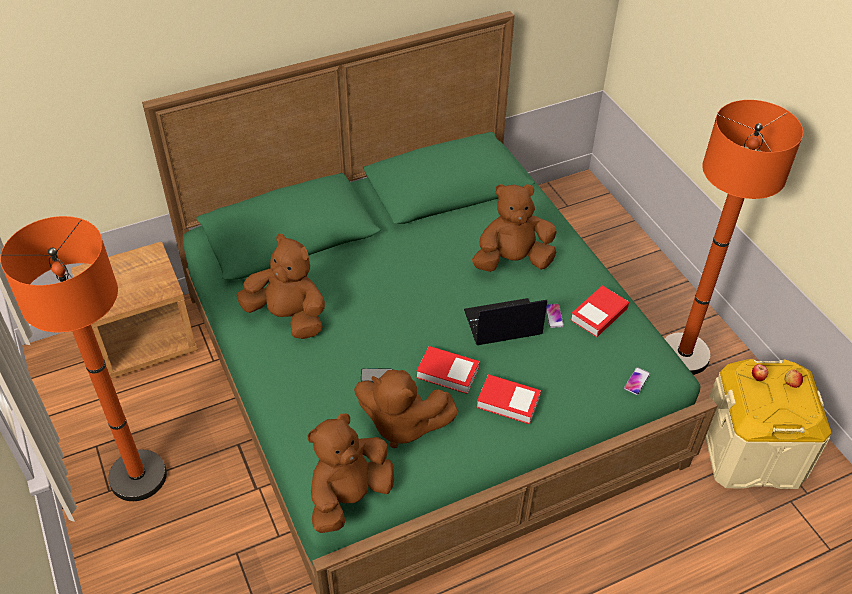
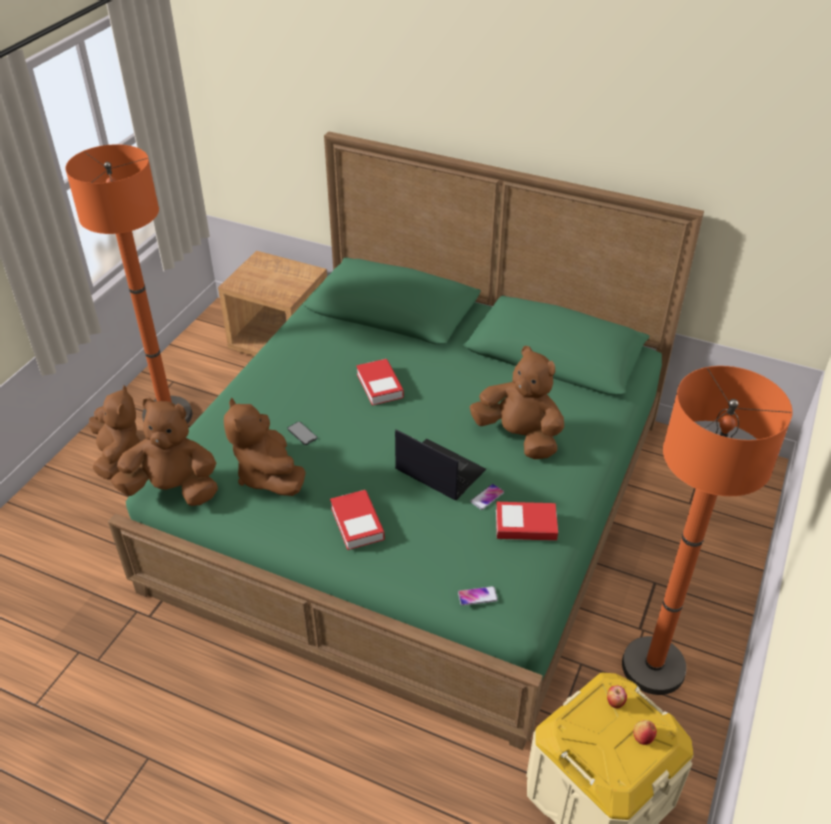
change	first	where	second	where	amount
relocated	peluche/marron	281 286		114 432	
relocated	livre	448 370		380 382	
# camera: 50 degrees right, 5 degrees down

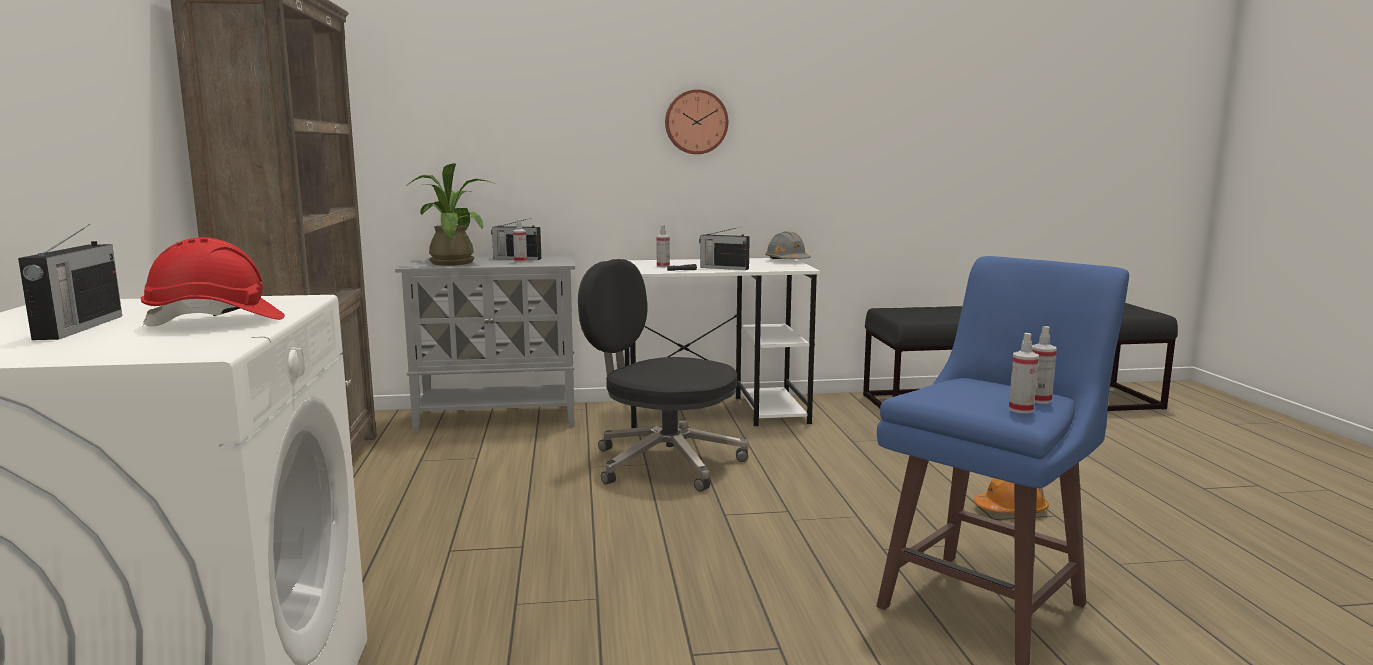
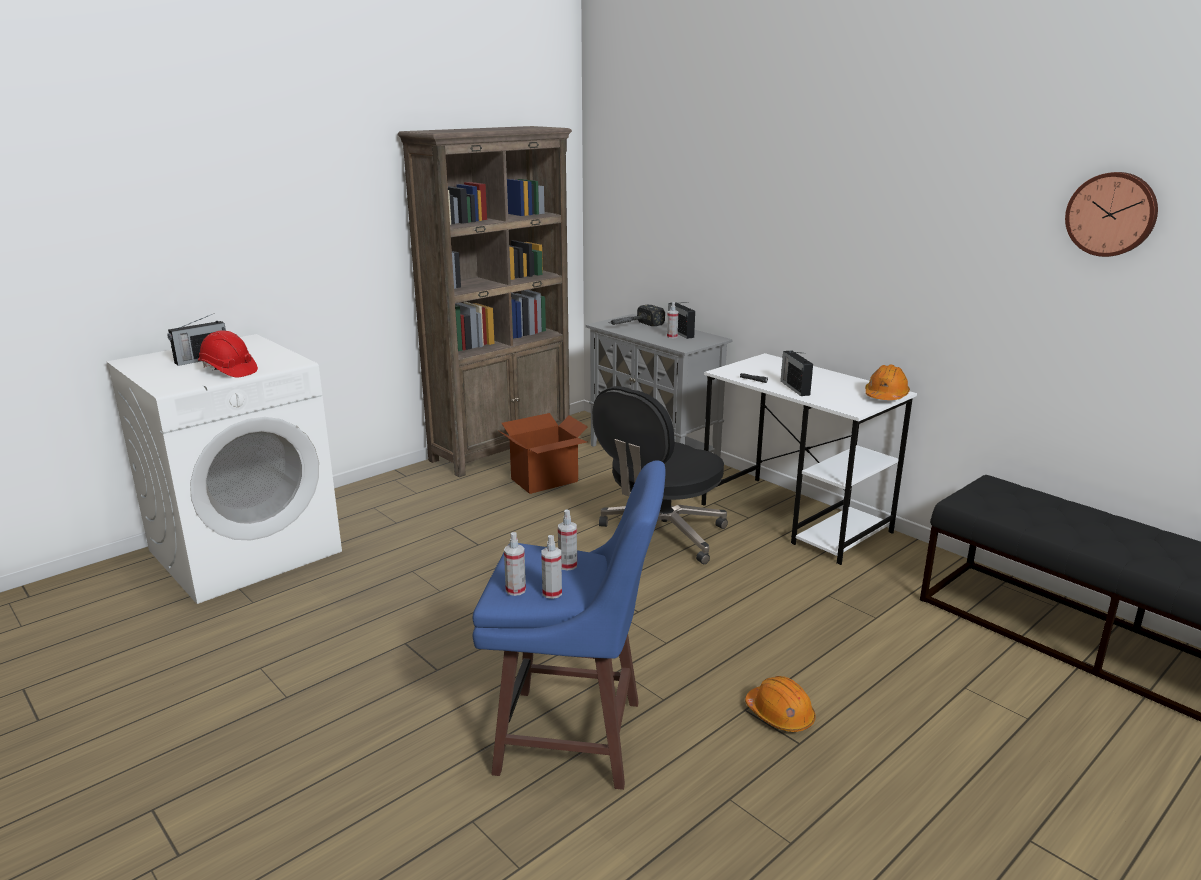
change	first	where	second	where	amount
appeared			carton	543 453	
relocated	vaporisateur	663 246		567 540	
spun	chaise de bureau/noir	663 375		660 475	135 degrees counterclockwise
exchanged	plante en pot	451 214	marteau	636 315	
colour	casque de chantier/gris	788 245	casque de chantier/orange	887 382	
relocated	horloge murale	696 121		1111 214	
# camera: 55 degrees right, 10 degrees up

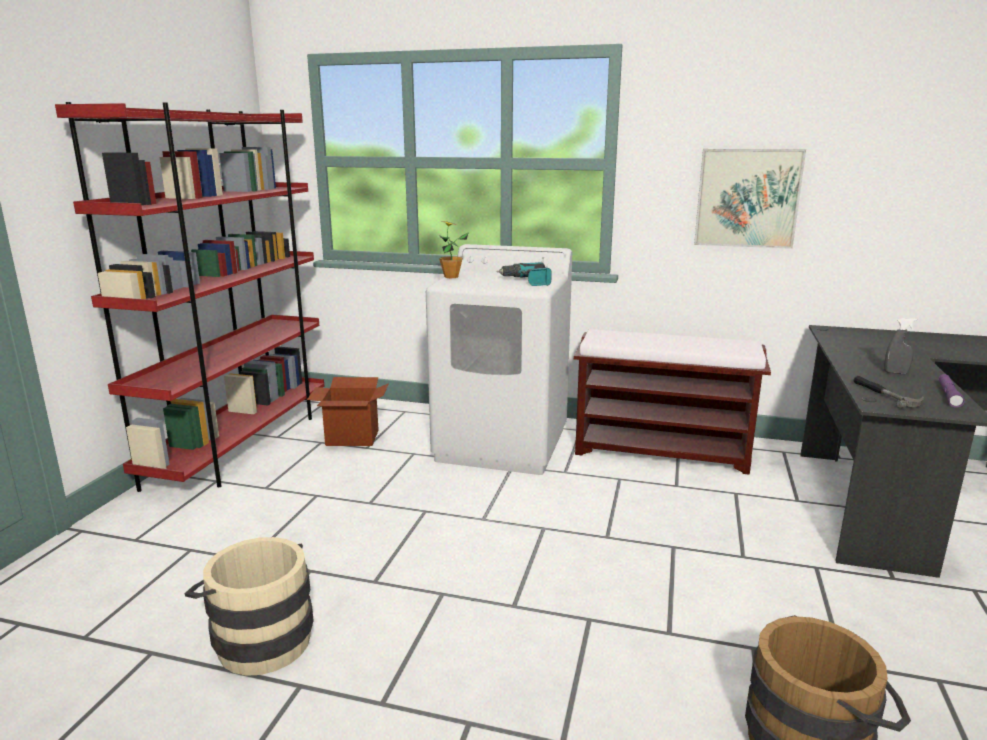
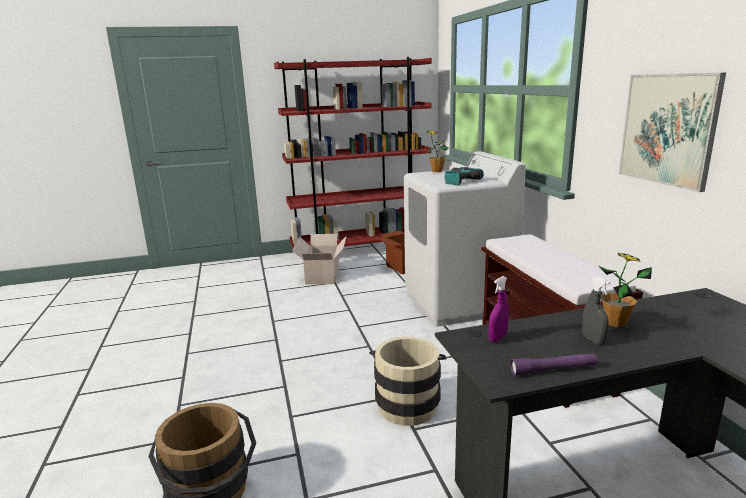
change	first	where	second	where	amount
appeared			carton	319 259	
relocated	seau/beige	249 606		408 381	
exchanged	marteau	889 392	vaporisateur/violet	499 309	
appeared			plante en pot	625 290	
# camera: 60 degrees right, 0 degrees up

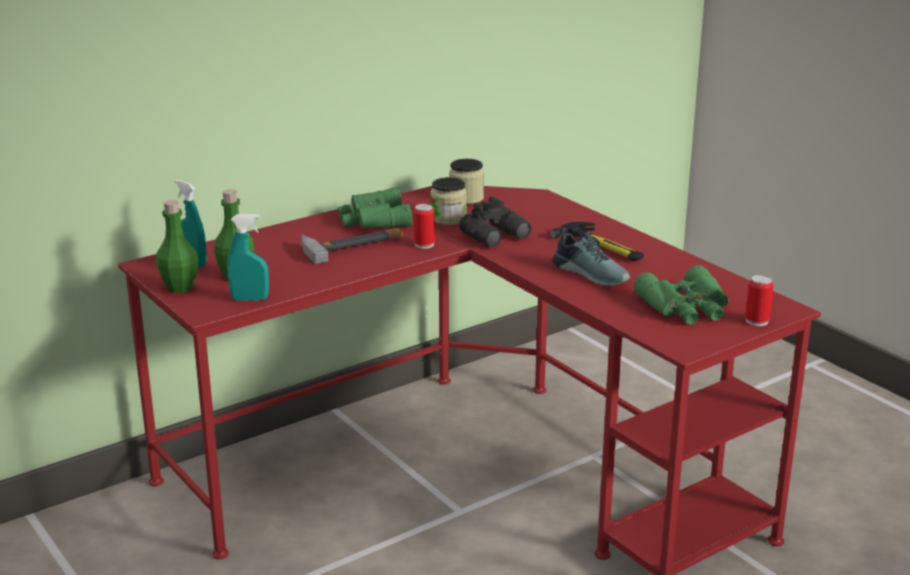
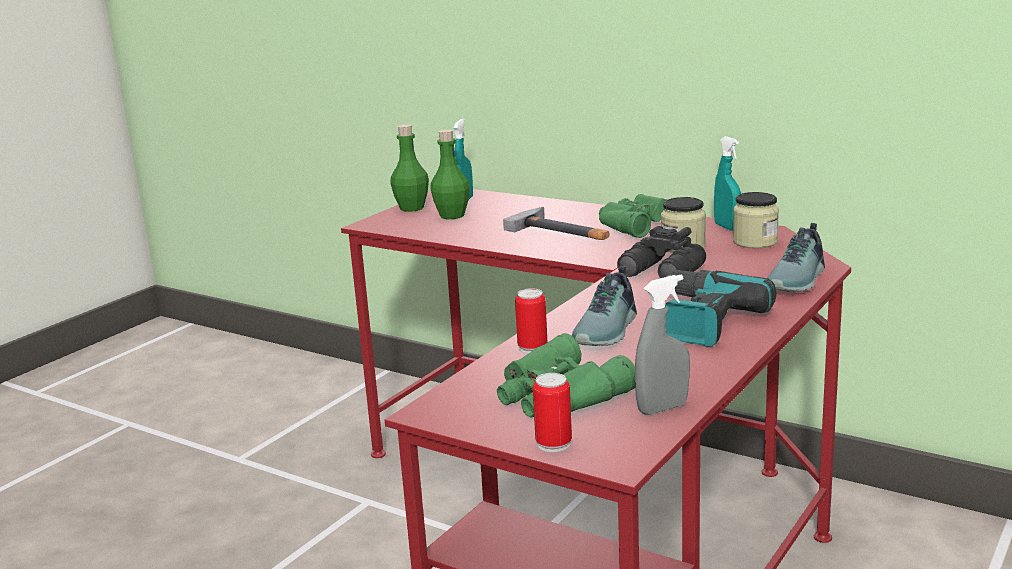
change	first	where	second	where	amount
relocated	boîte métallique	424 226		531 321	
appeared			vaporisateur/gris	662 345	
exchanged	marteau	597 241	perceuse	720 308	
relocated	vaporisateur/turquoise	248 257		727 183	
appeared			chaussure	796 257	
# camera: 70 degrees right, 5 degrees down

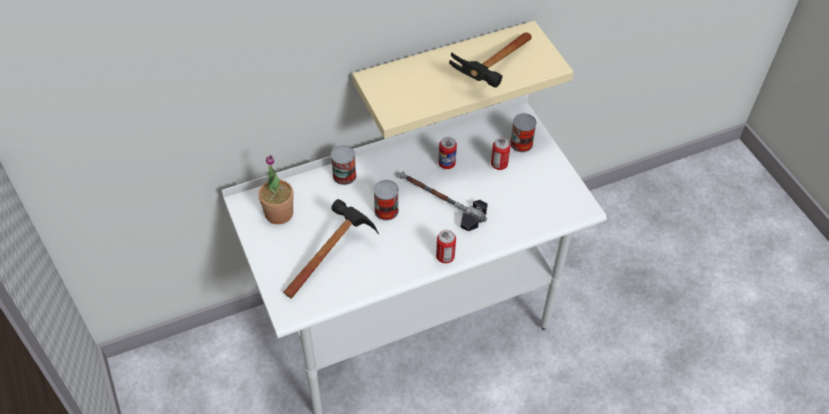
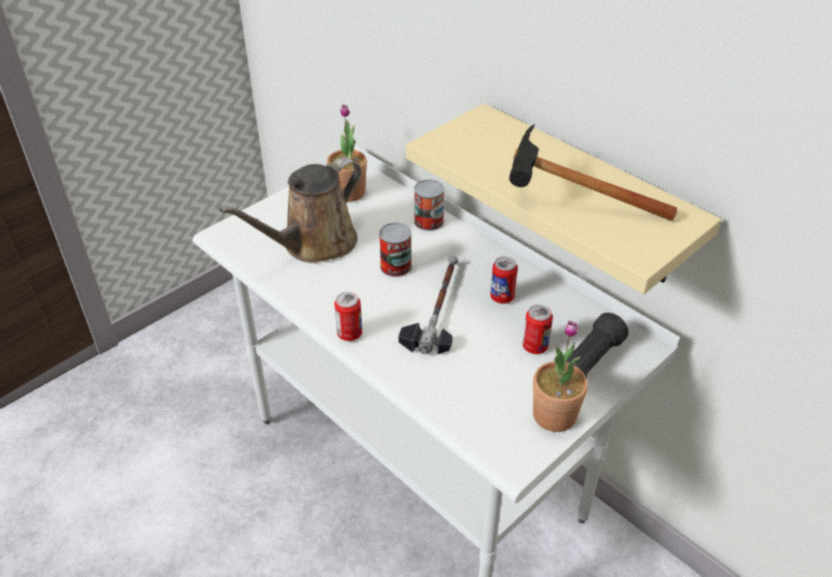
change	first	where	second	where	amount
exchanged	marteau	331 249	arrosoir/marron	290 210	
appeared			plante en pot	560 376	
exchanged	boîte métallique	523 132	lampe de poche/noir	598 345	
# camera: 70 degrees right, 10 degrees down

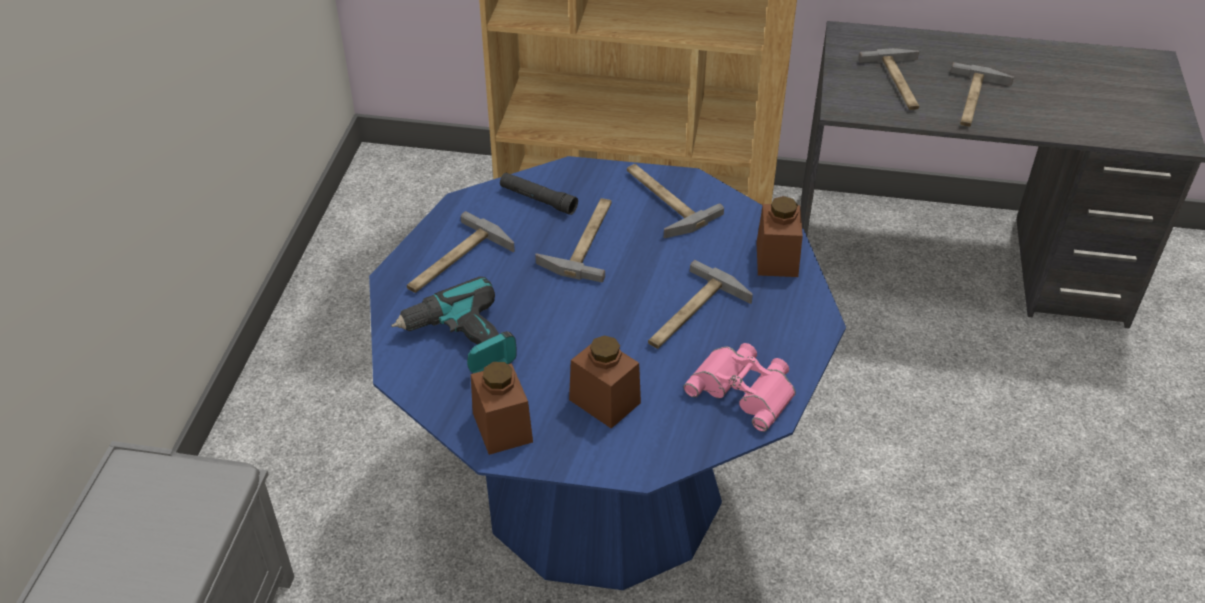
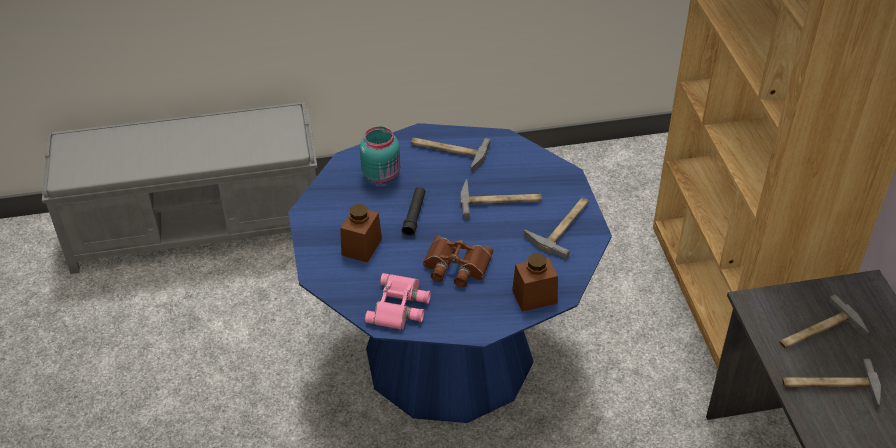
change	first	where	second	where	amount
exchanged	perceuse	454 324	bocal/turquoise	380 155	
relocated	lampe de poche/noir	539 194		413 212	
exchanged	marteau	700 304	jumelles/marron	458 261	
missing	bocal/marron	502 408			
# camera: 70 degrees right, 0 degrees up

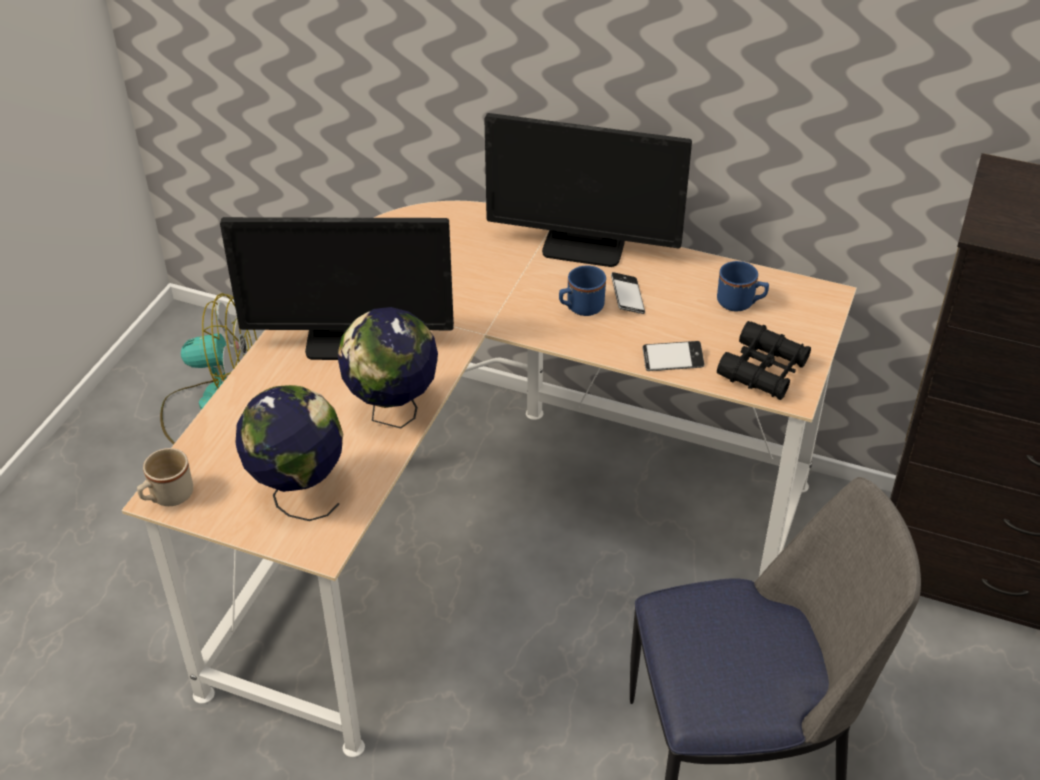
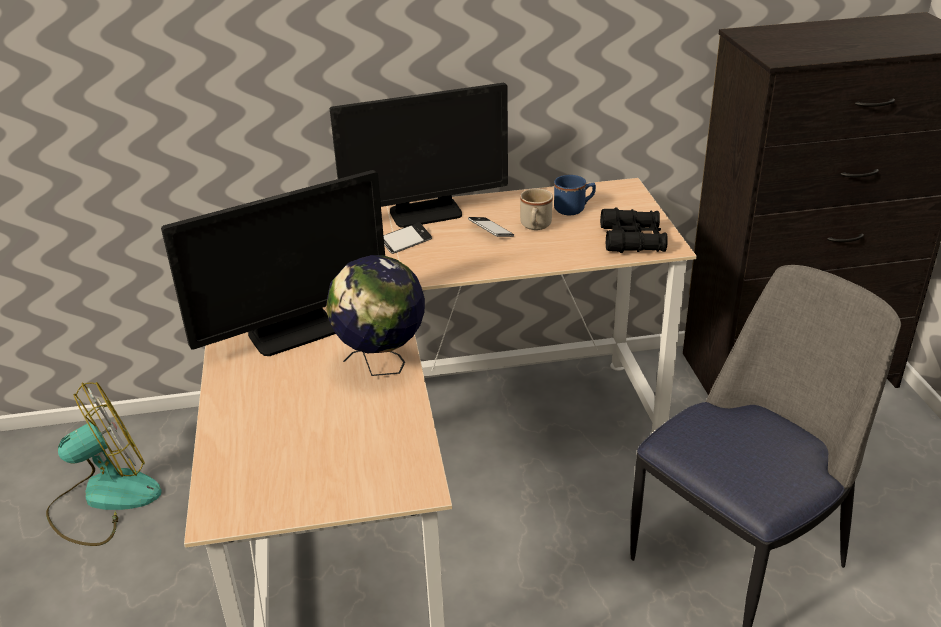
change	first	where	second	where	amount
relocated	téléphone	673 356		407 238	
relocated	mug/beige	165 477		536 209	
missing	globe	289 453			
missing	mug/bleu	582 291			
# camera: 30 degrees left, 10 degrees down

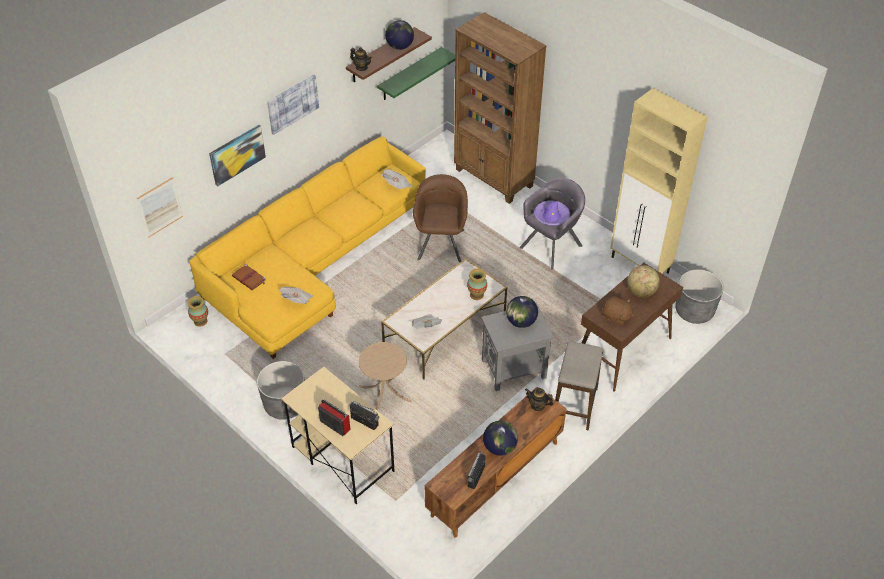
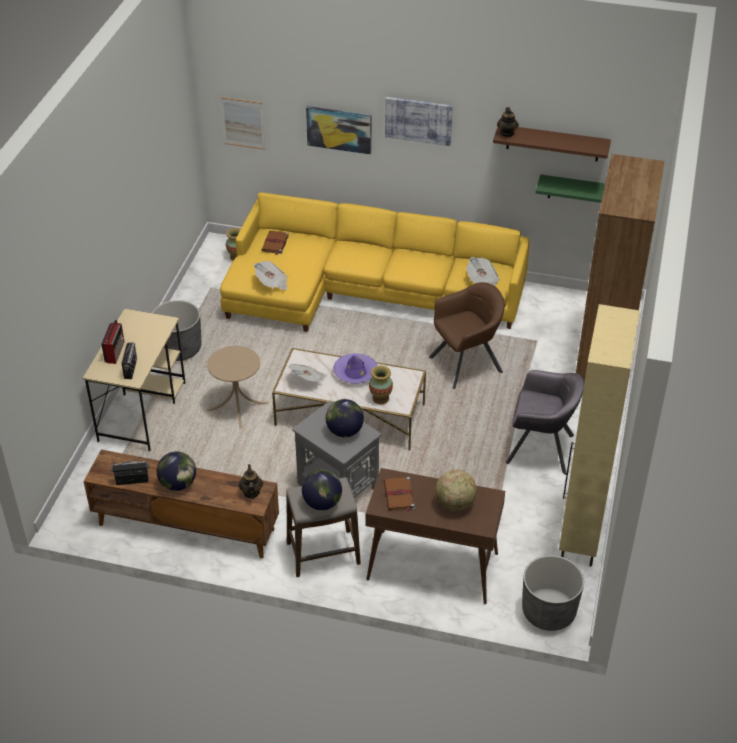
change	first	where	second	where	amount
relocated	globe	399 35		322 490	
relocated	chapeau/violet	552 212		355 368	
exchanged	peluche/marron	618 310	livre/marron	399 495	
# camera: 60 degrees right, 5 degrees down

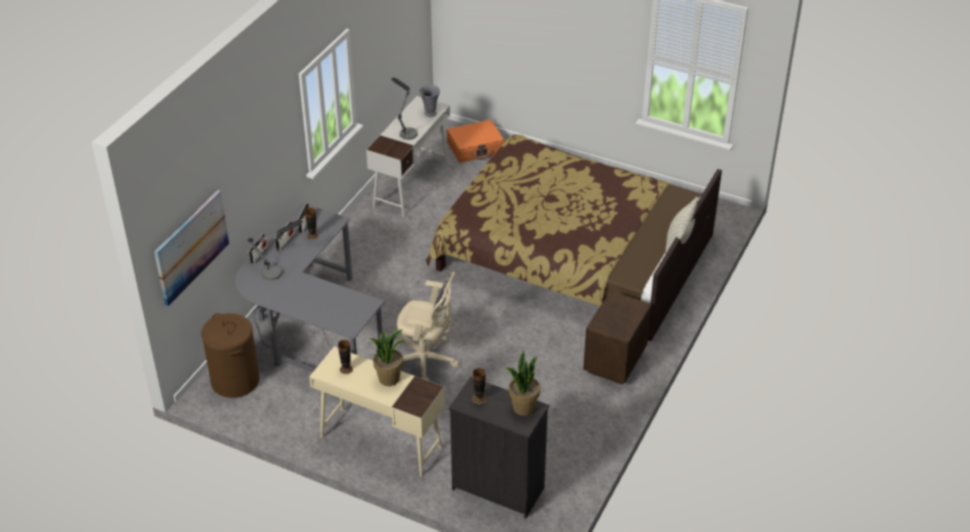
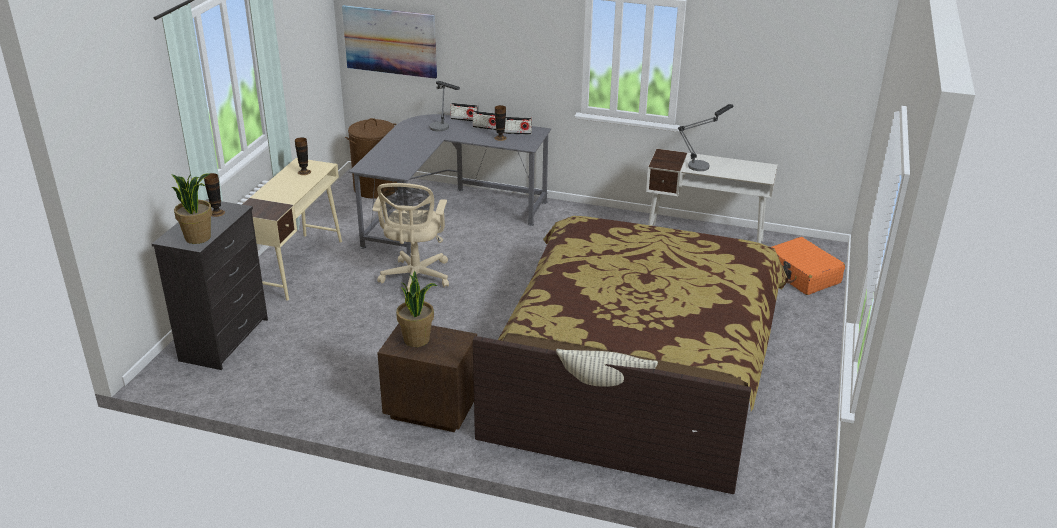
change	first	where	second	where	amount
relocated	plante en pot	386 358		416 309	
missing	vase/gris	429 101			
# camera: 80 degrees right, 10 degrees down

